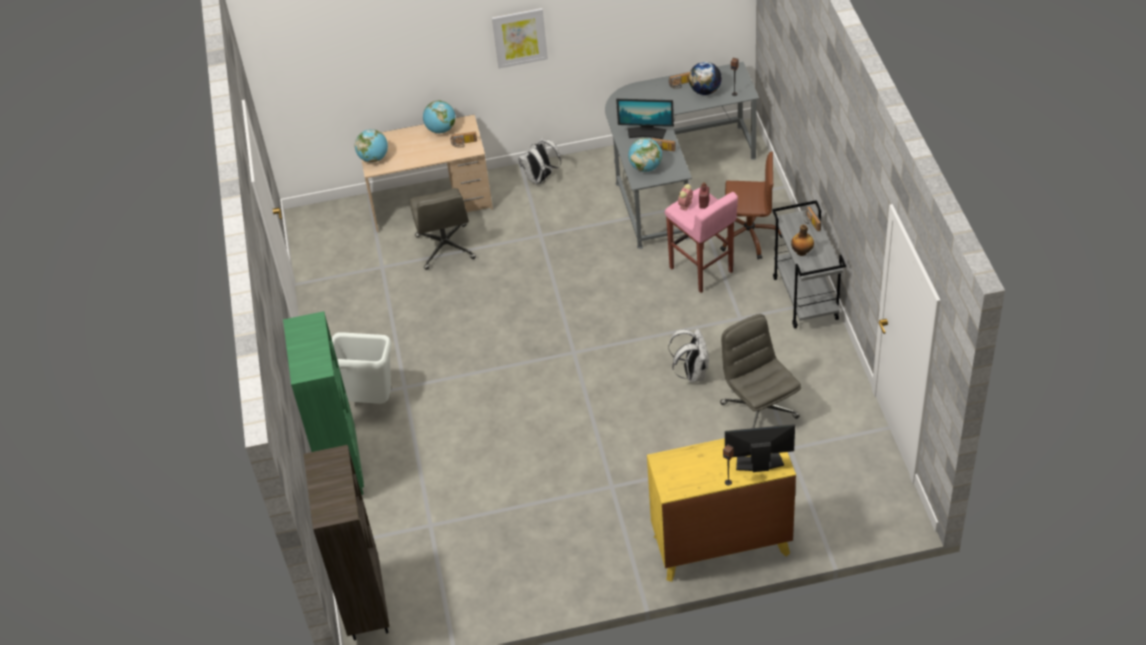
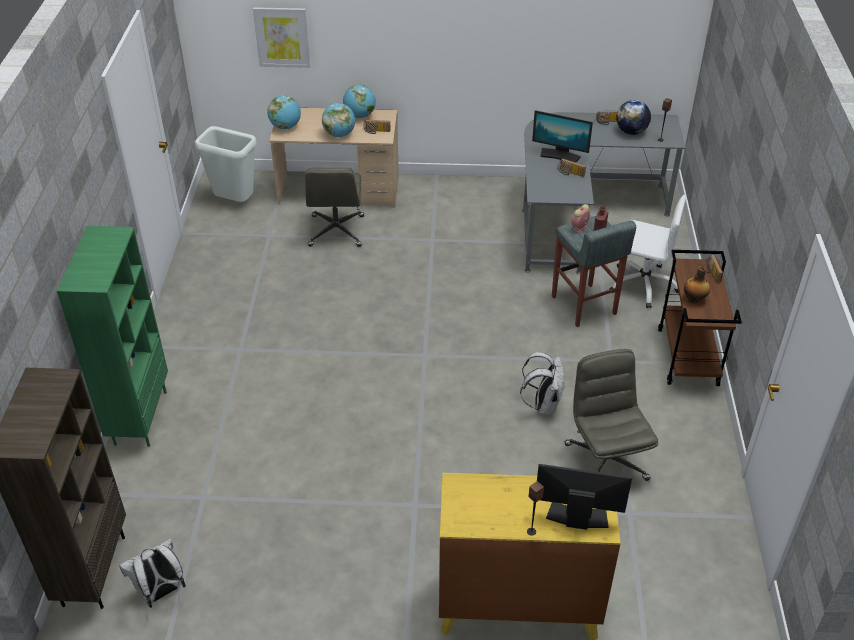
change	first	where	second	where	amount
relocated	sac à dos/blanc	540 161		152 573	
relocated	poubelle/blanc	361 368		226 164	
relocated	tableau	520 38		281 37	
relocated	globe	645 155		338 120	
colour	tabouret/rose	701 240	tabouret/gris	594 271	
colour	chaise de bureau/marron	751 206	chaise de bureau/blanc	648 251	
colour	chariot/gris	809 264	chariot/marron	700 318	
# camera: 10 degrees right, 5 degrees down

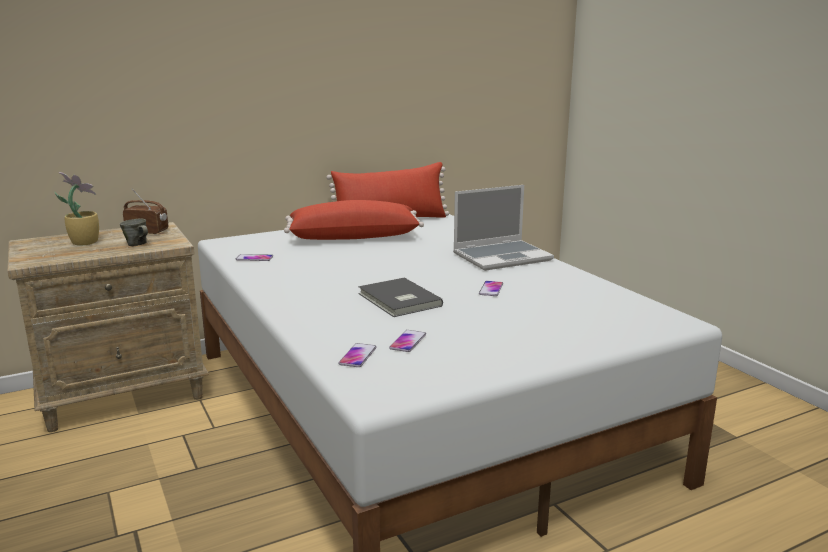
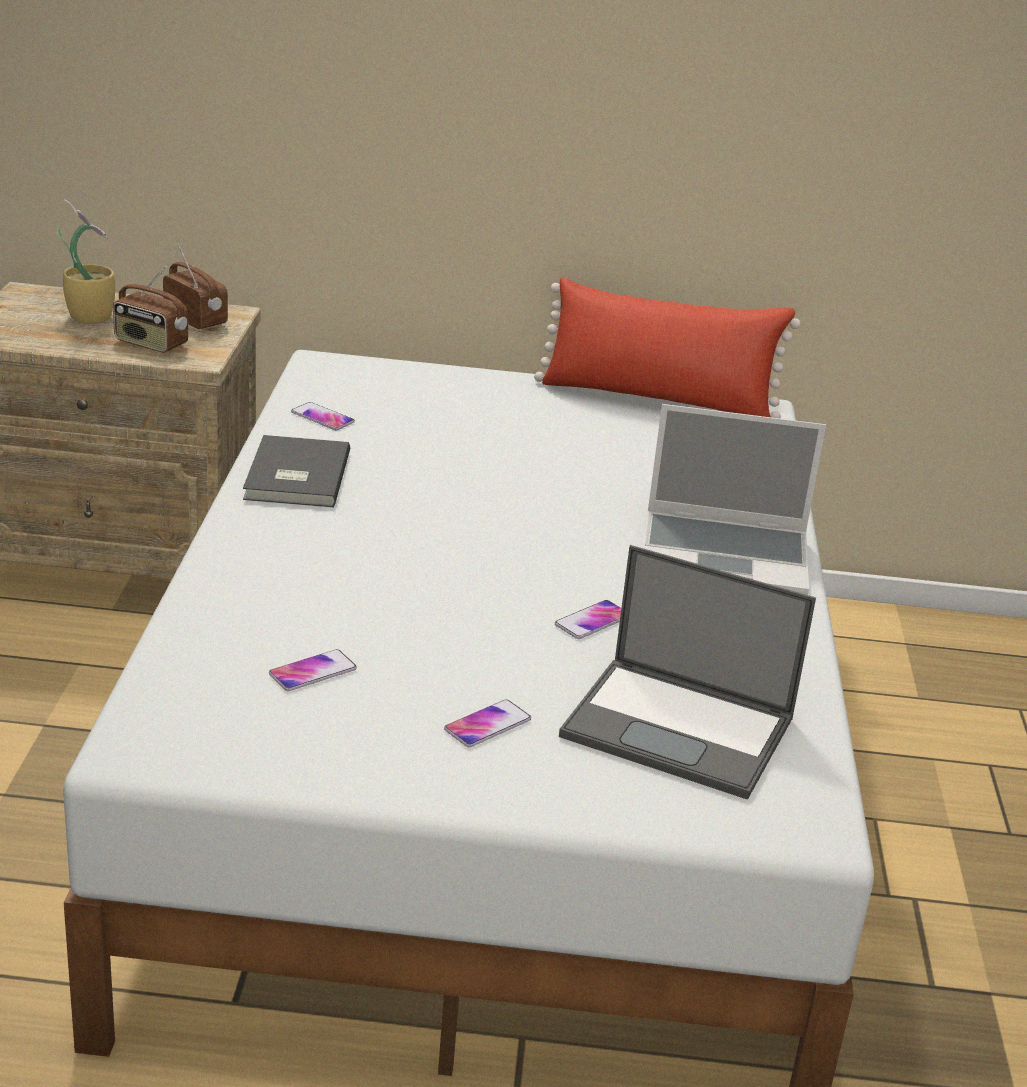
change	first	where	second	where	amount
exchanged	mug/gris	134 233	radio	150 309	
relocated	livre/gris	400 297		296 471	
relocated	téléphone	358 355		487 723	
appeared			ordinateur portable	687 672	
missing	coussin/rouge	354 220			
# camera: 30 degrees right, 10 degrees up

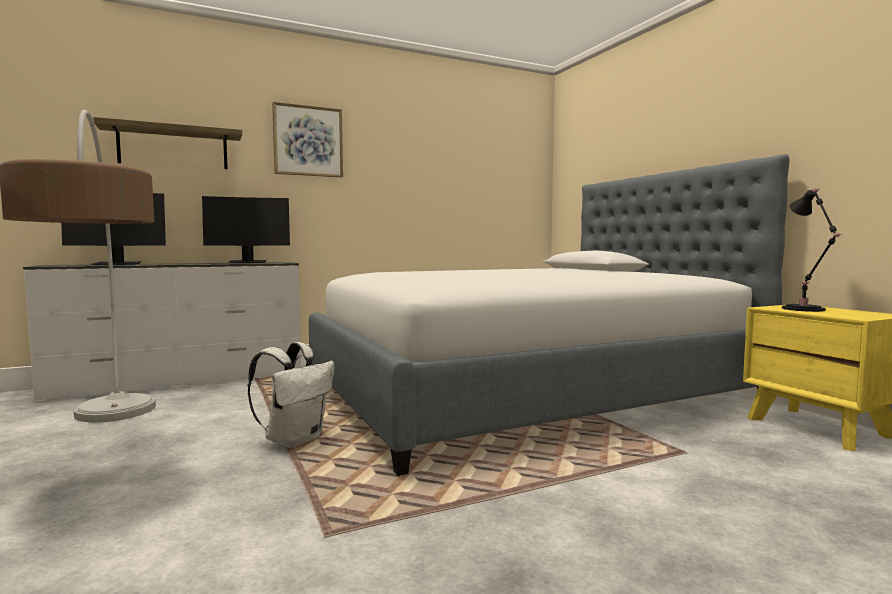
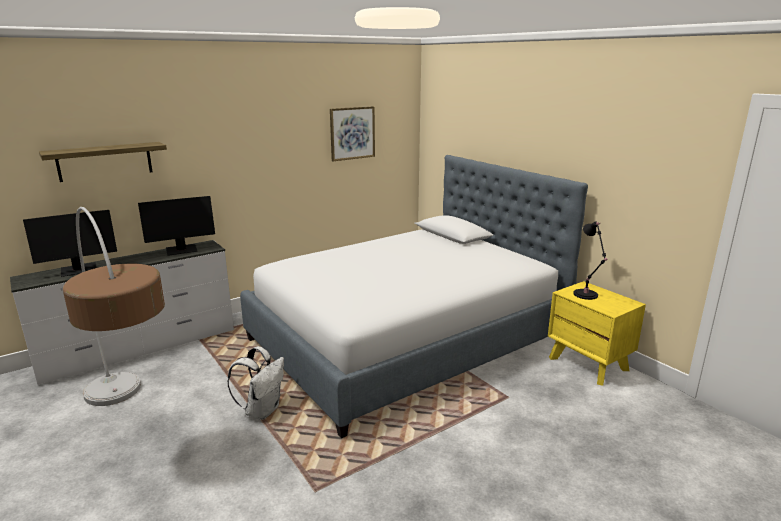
change	first	where	second	where	amount
relocated	tableau	307 139		352 133	
# camera: 10 degrees left, 15 degrees up

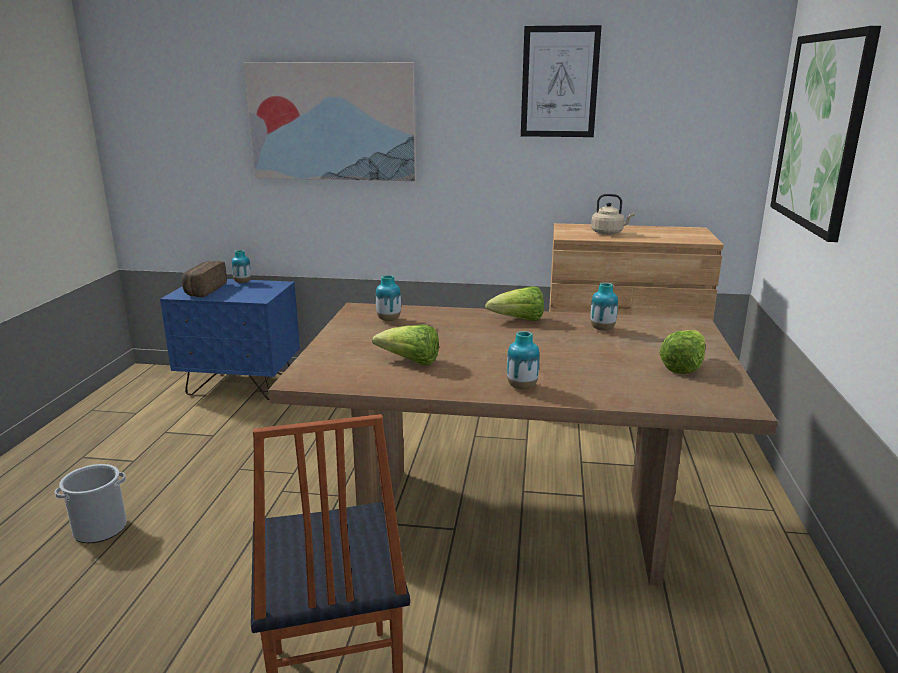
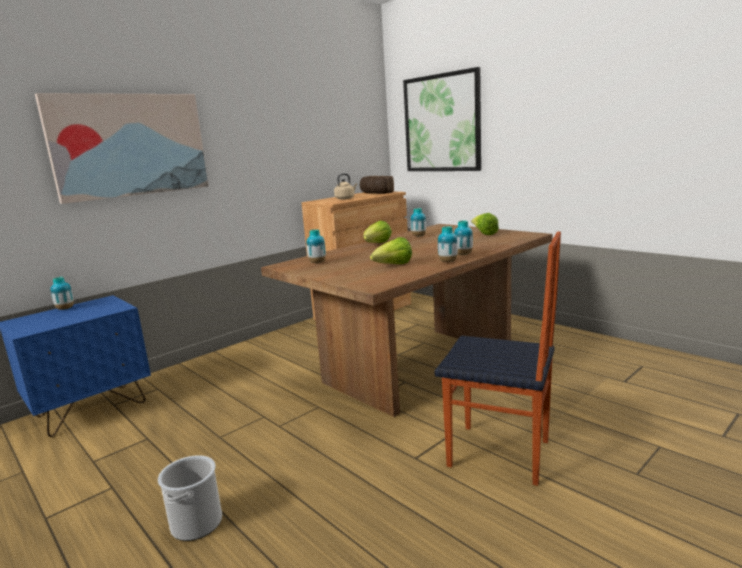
change	first	where	second	where	amount
relocated	pain	204 279		377 185	
appeared			vase	448 244	
missing	tableau	561 81			
# camera: 50 degrees left, 5 degrees down

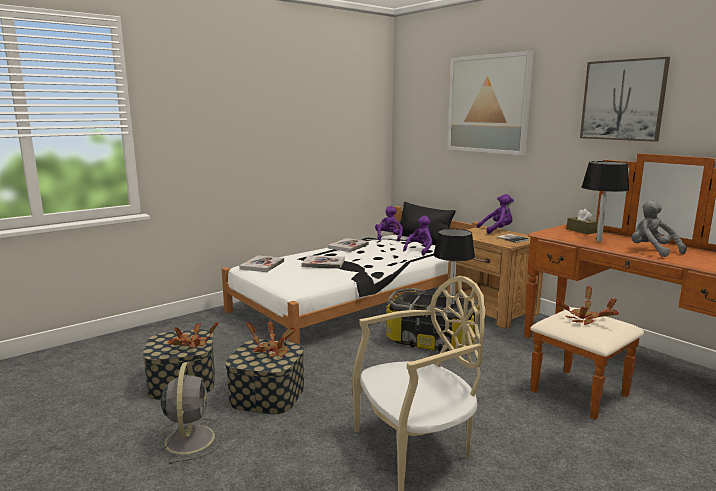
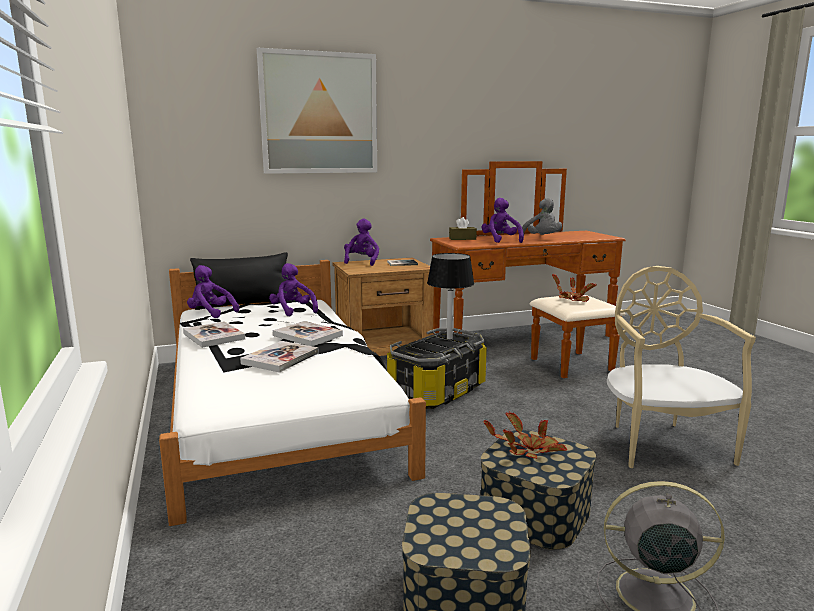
change	first	where	second	where	amount
relocated	livre	261 264		308 333	
exchanged	lampe de table/noir	605 201	peluche/violet	502 220	
spun	peluche/gris	659 228		542 216	105 degrees counterclockwise
missing	plante en pot	193 335			
missing	tableau	625 99			
# camera: 70 degrees left, 0 degrees up

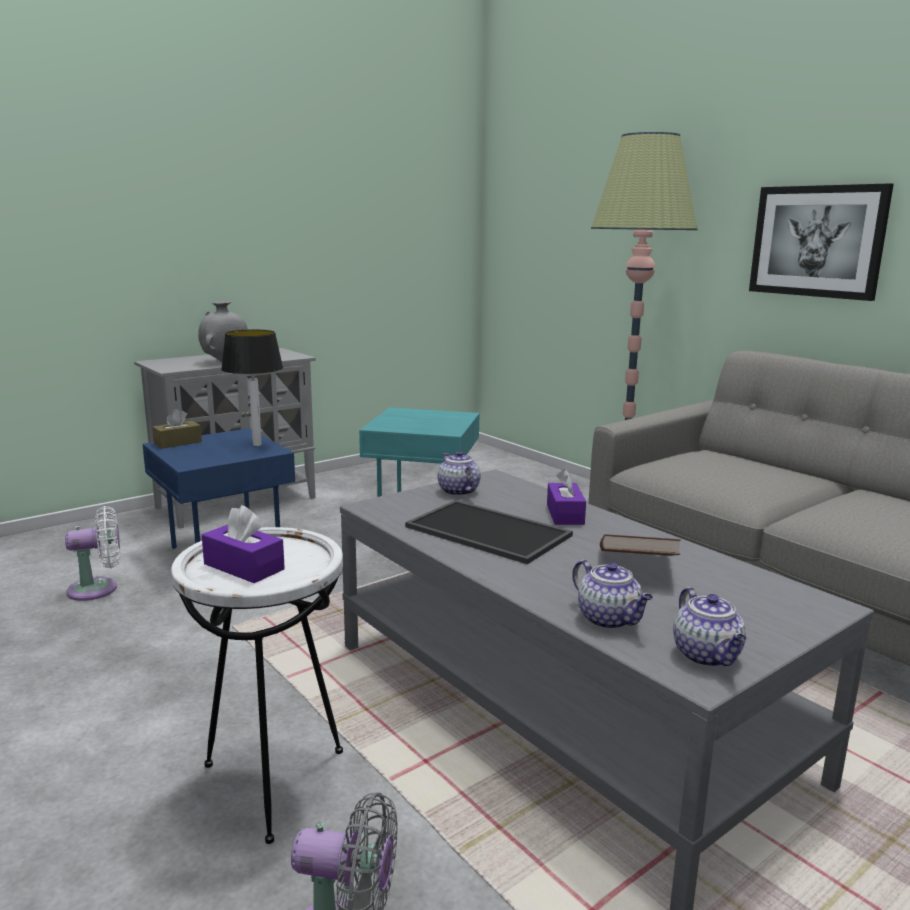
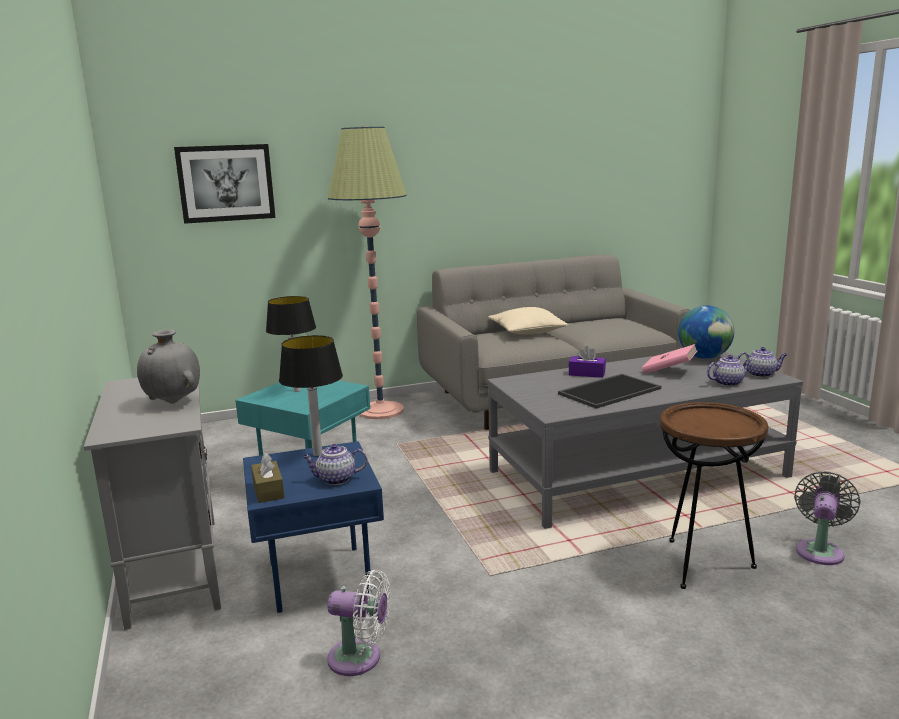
change	first	where	second	where	amount
relocated	tableau	821 242		224 184	
appeared			lampe de table	291 344	
relocated	théière	459 473		335 464	
spun	ventilateur/blanc	92 553		358 622	105 degrees clockwise
appeared			coussin/beige	528 321	
colour	livre/marron	640 545	livre/rose	670 359	
colour	table d'appoint/blanc	257 685	table d'appoint/marron	714 495	
appeared			globe	706 332	
missing	boîte à mouchoirs/violet	243 544			
# camera: 70 degrees left, 0 degrees up

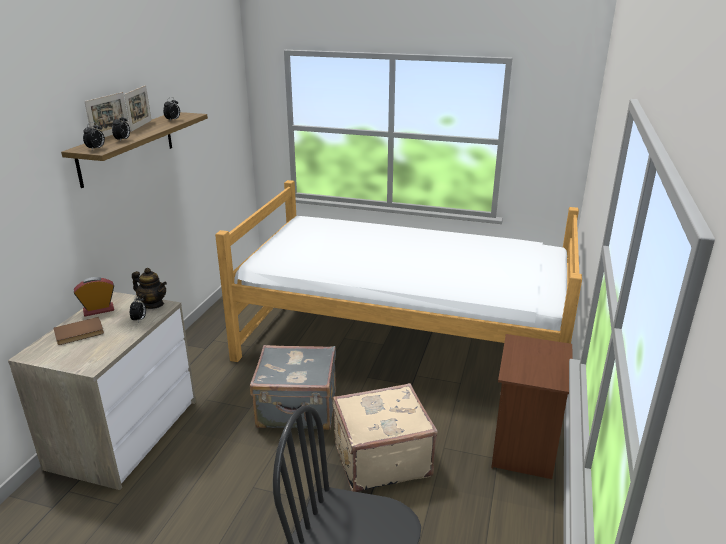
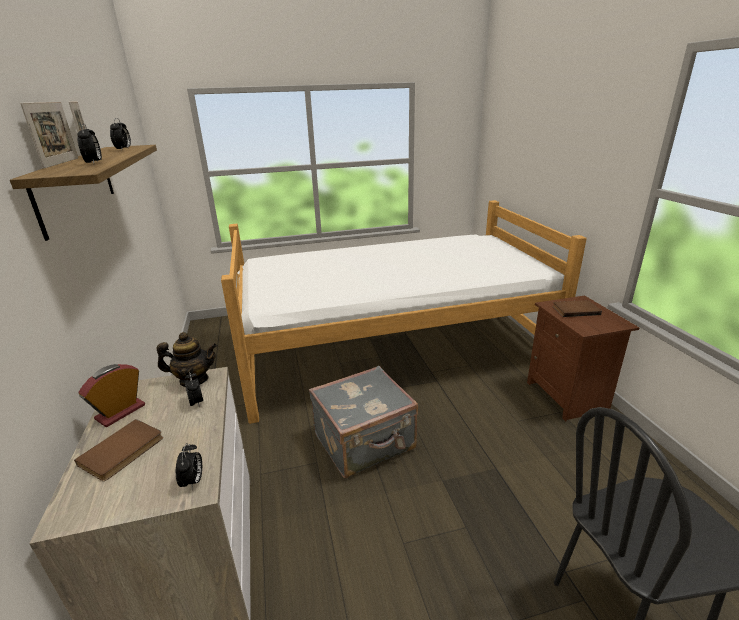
change	first	where	second	where	amount
relocated	réveil	94 136		189 466	
appeared			livre/marron	577 308	
missing	valise/beige	385 437			
# camera: 30 degrees left, 0 degrees up

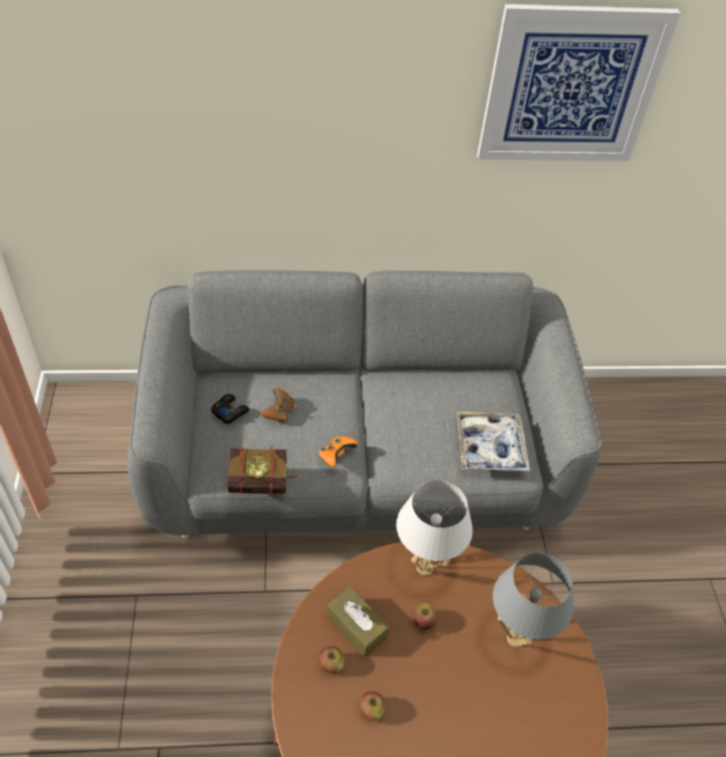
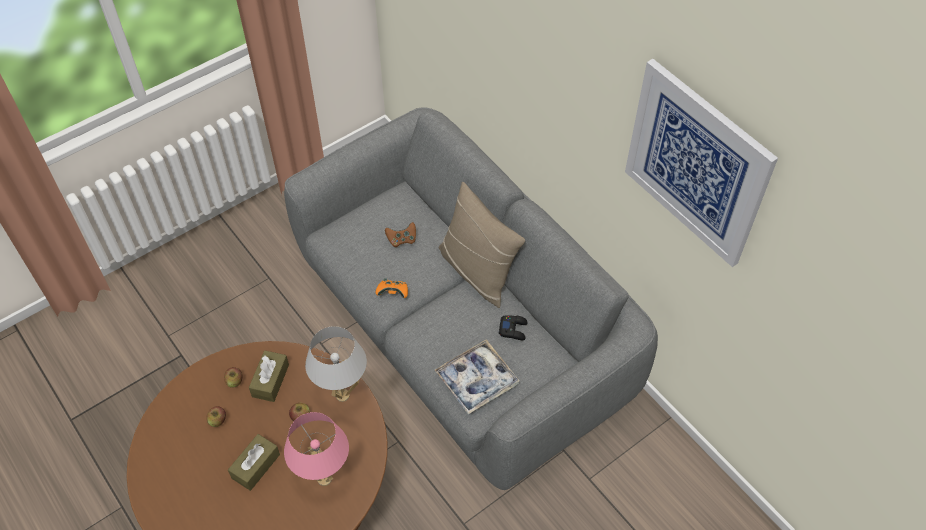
change	first	where	second	where	amount
appeared			boîte à mouchoirs/marron	254 462	
colour	lampe de table/gris	533 600	lampe de table/rose	316 449	
appeared			coussin/beige	482 245	
relocated	manette/noir	230 409		513 327	
missing	livre	264 469			
# camera: 60 degrees right, 5 degrees up

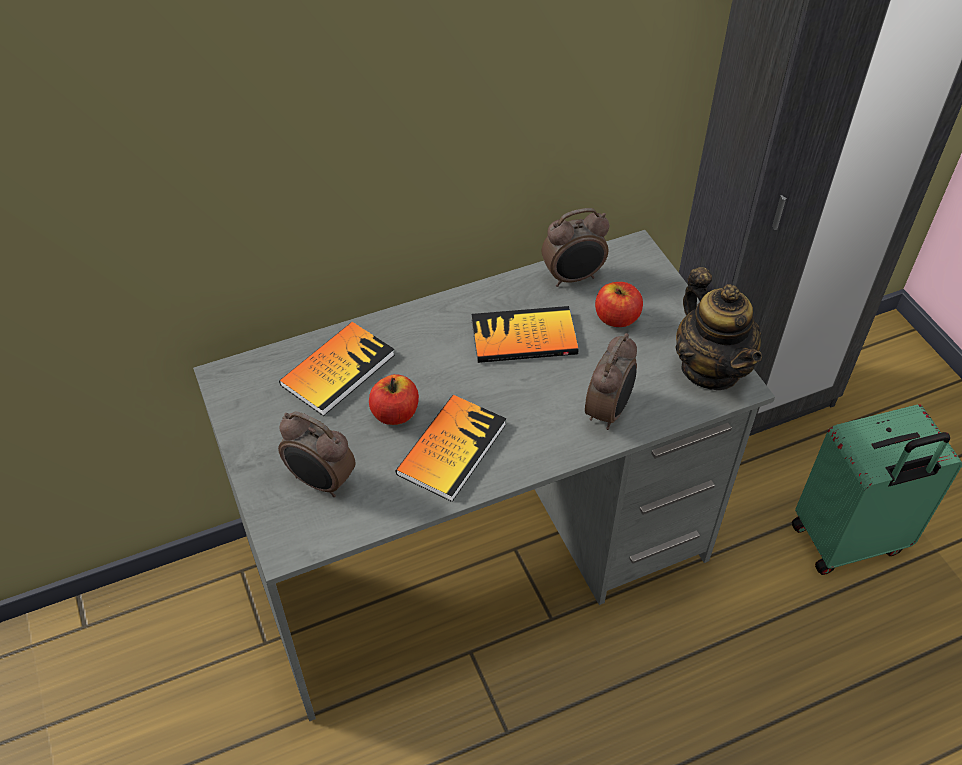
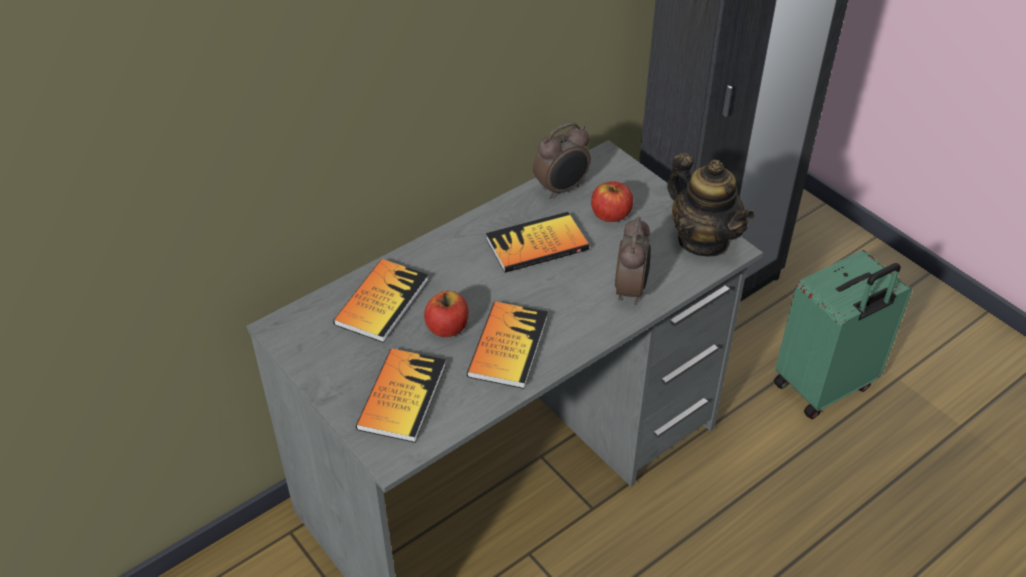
change	first	where	second	where	amount
exchanged	réveil	316 454	livre	401 395	
# camera: 15 degrees left, 5 degrees down

